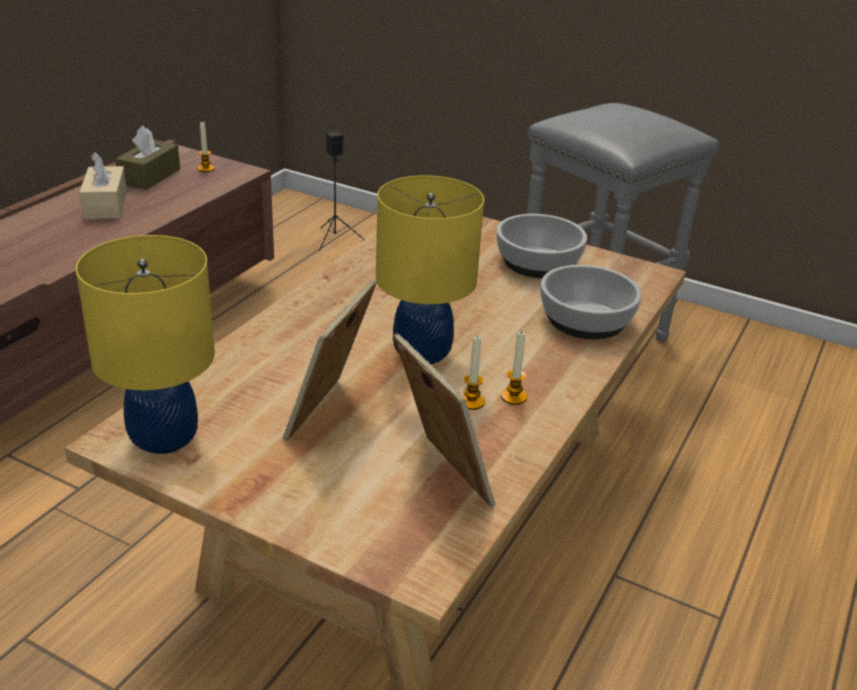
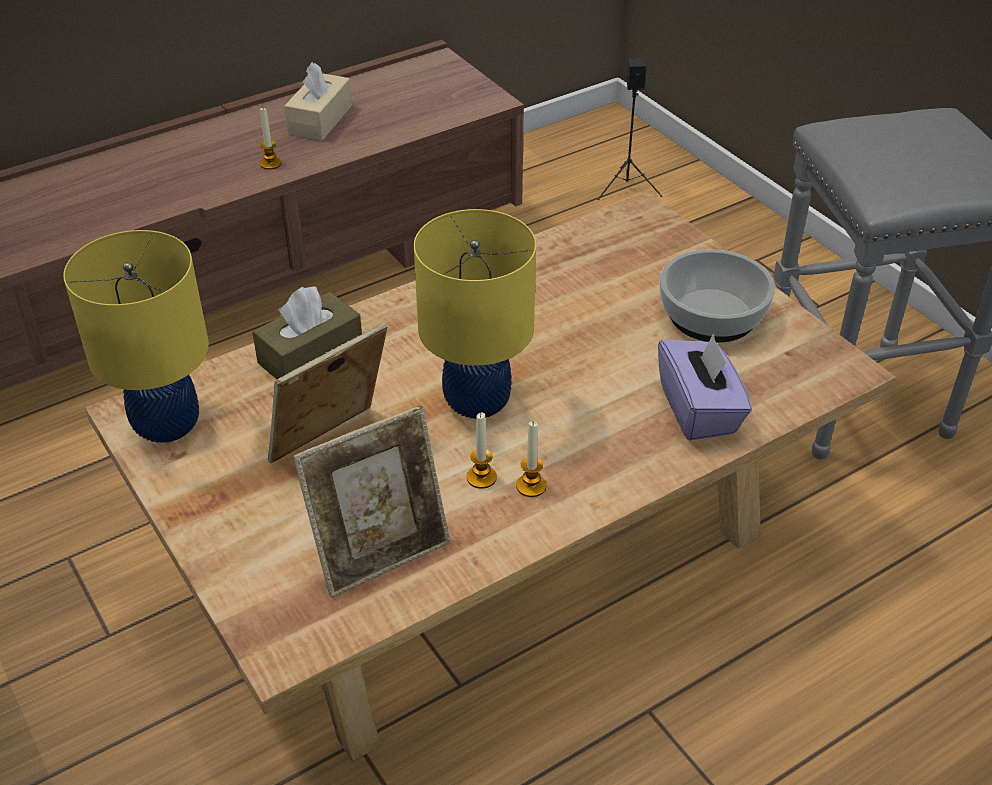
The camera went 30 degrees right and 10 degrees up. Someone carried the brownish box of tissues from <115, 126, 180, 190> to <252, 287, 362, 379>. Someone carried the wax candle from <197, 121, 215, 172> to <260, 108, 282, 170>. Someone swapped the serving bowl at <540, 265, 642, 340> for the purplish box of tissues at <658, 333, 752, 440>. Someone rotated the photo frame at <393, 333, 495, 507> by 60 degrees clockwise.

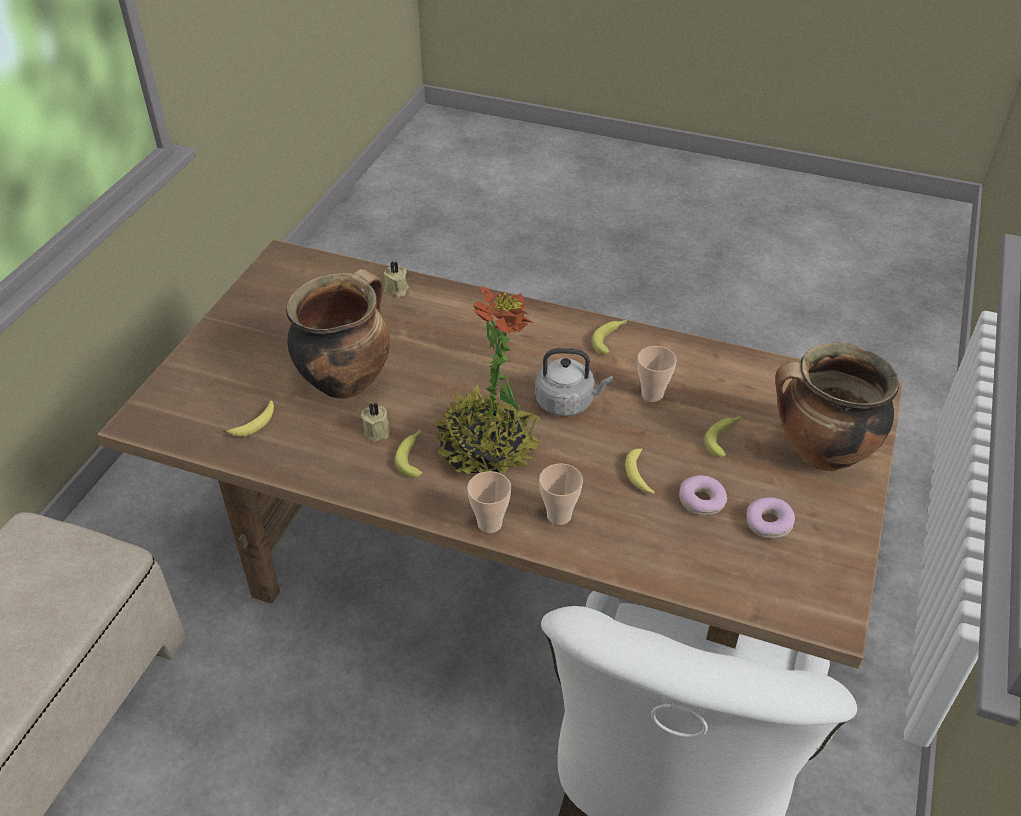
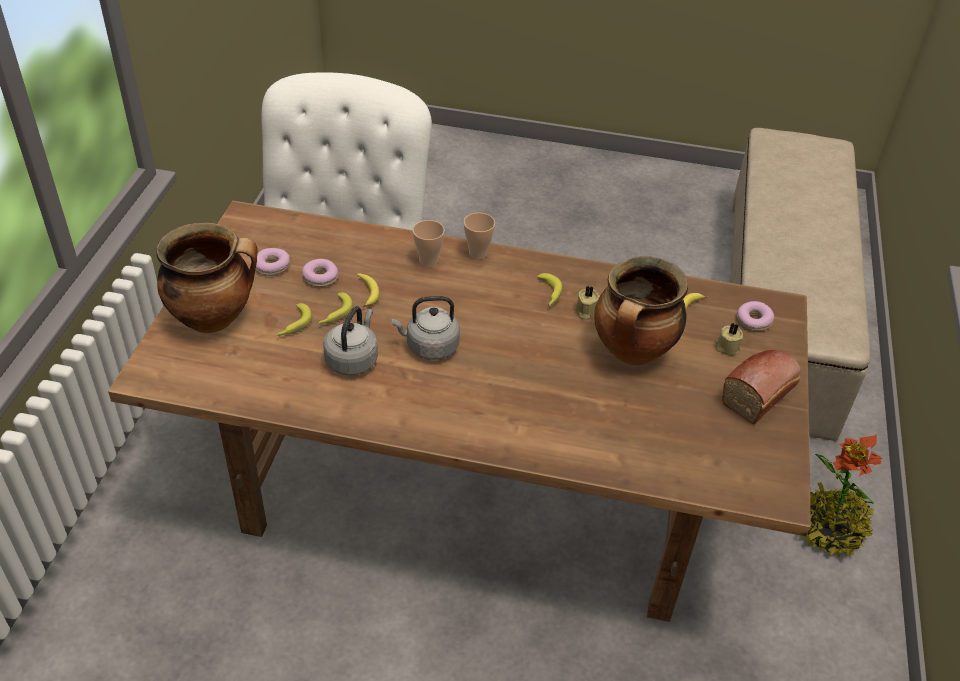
The camera went 170 degrees right and 0 degrees up. Someone put down the bread at <722, 350, 801, 424>. Someone put down the donut at <737, 301, 774, 331>. Someone carried the sand-coloured wax candle from <384, 261, 409, 298> to <716, 323, 743, 355>. Someone carried the plant in a pot from <434, 286, 542, 474> to <799, 434, 883, 557>. Someone carried the whole banana from <591, 320, 627, 354> to <319, 292, 353, 324>. Someone swapped the small cup at <637, 346, 677, 402> for the greyish water kettle at <323, 306, 378, 375>.

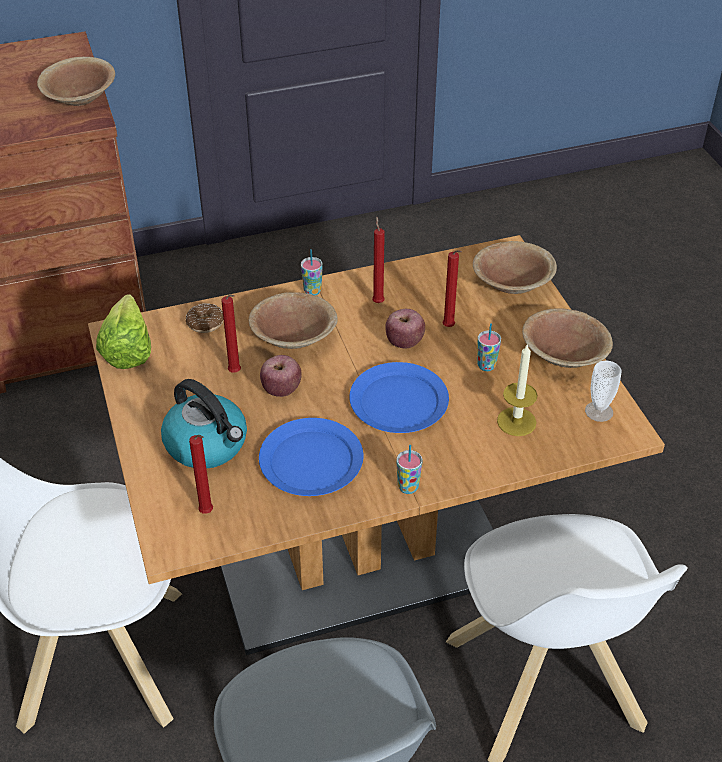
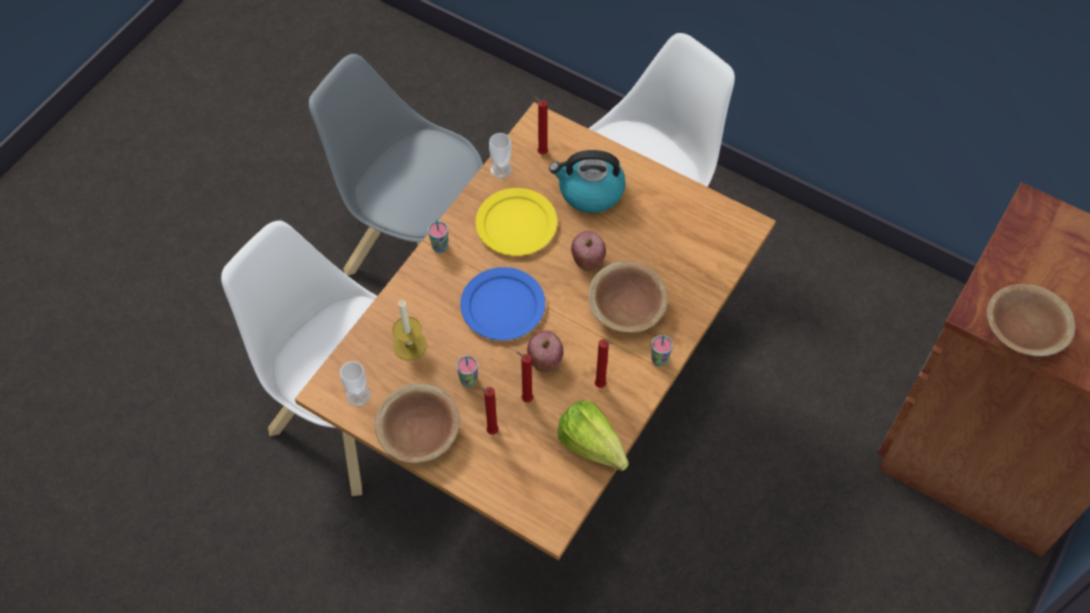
The camera went 140 degrees right and 15 degrees up. Someone took away the donut at <186, 303, 223, 333>. Someone took away the brownish serving bowl at <473, 241, 557, 294>. Someone put down the small cup at <489, 133, 513, 179>. Someone carried the lettuce head from <96, 294, 151, 369> to <558, 400, 629, 471>. Someone carried the reddish wax candle from <221, 295, 241, 372> to <478, 386, 499, 435>. Someone repainted the blue dinner plate at <259, 418, 363, 496>, which became the yellow-coloured dinner plate at <476, 188, 557, 256>.

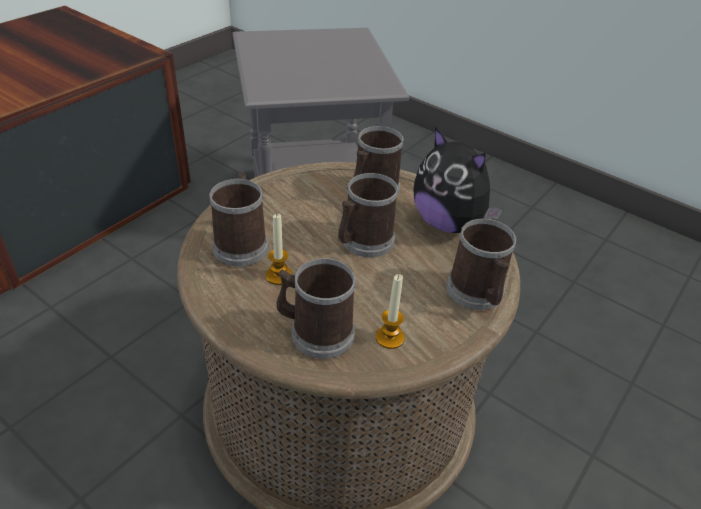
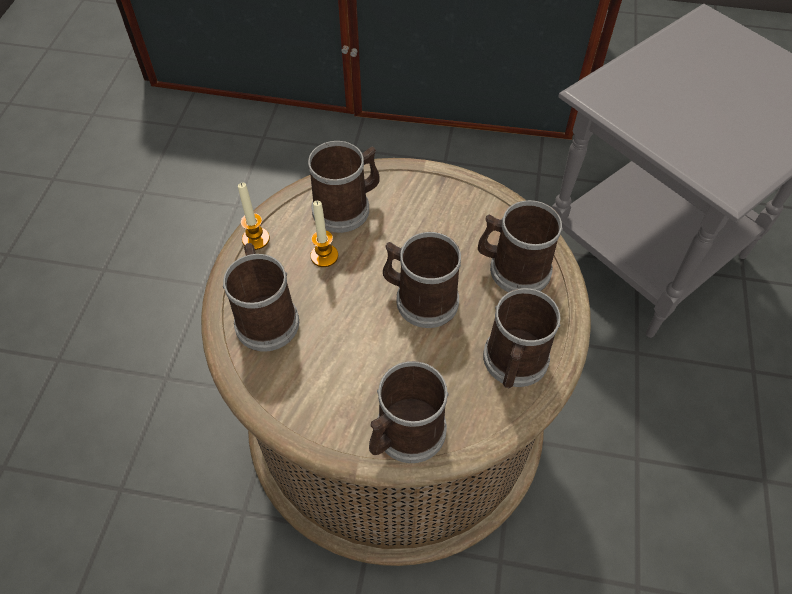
The camera went 65 degrees right and 15 degrees up. Someone carried the wax candle from <375, 274, 405, 349> to <238, 183, 270, 250>. Someone swapped the soft toy at <413, 127, 503, 233> for the coffee mug at <483, 288, 561, 388>.

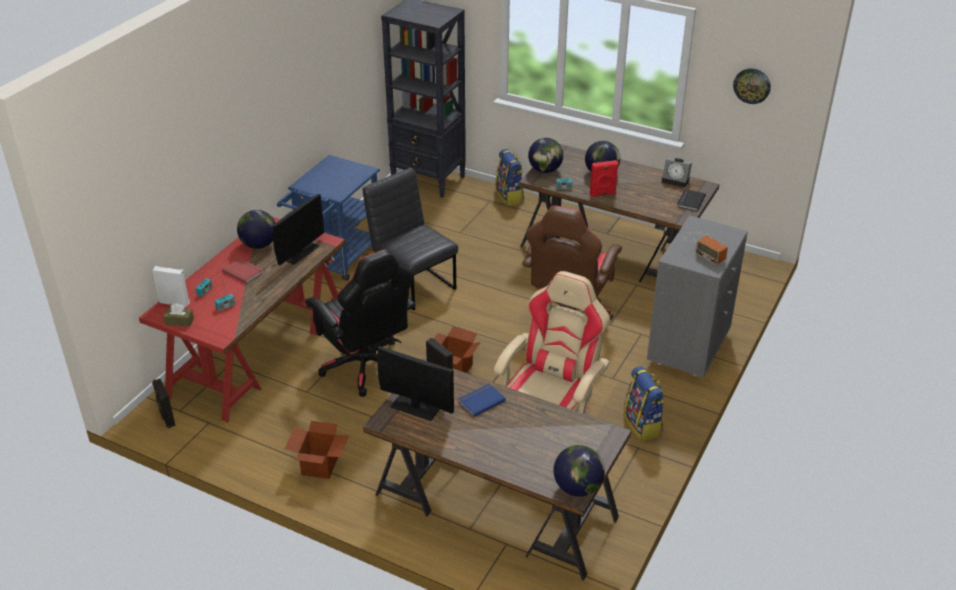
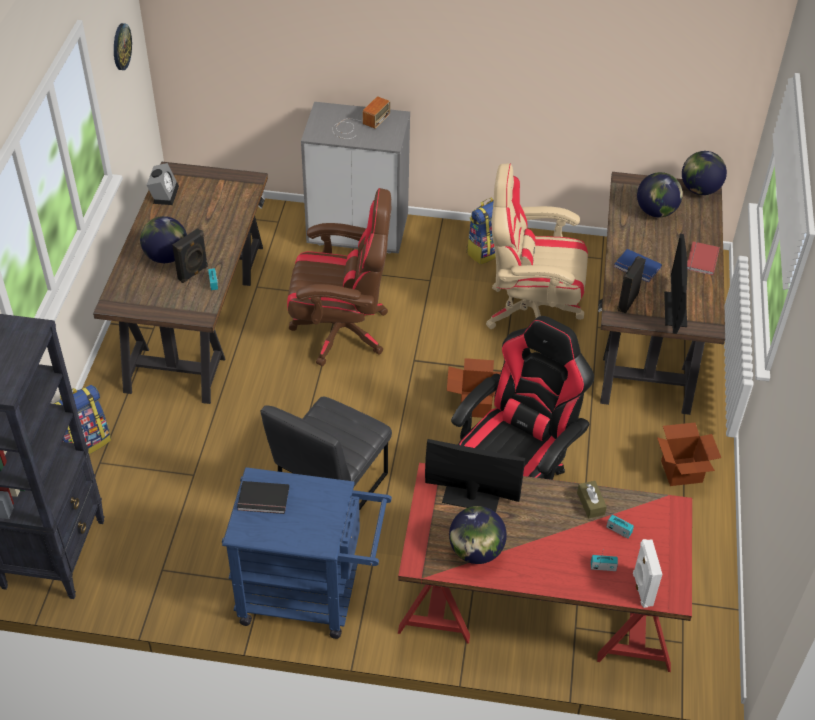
The camera went 110 degrees left and 10 degrees up. Someone took away the reddish audio speaker at <590, 160, 619, 197>. Someone carried the black-coloured audio speaker from <152, 379, 175, 428> to <172, 228, 208, 283>. Someone carried the brownish box of tissues from <163, 304, 194, 326> to <577, 481, 607, 518>. Someone carried the reddish volume from <222, 258, 263, 283> to <687, 242, 720, 275>. Someone carried the world globe from <528, 138, 563, 173> to <637, 172, 683, 217>. Someone carried the black-coloured volume from <676, 189, 706, 211> to <237, 481, 289, 514>.

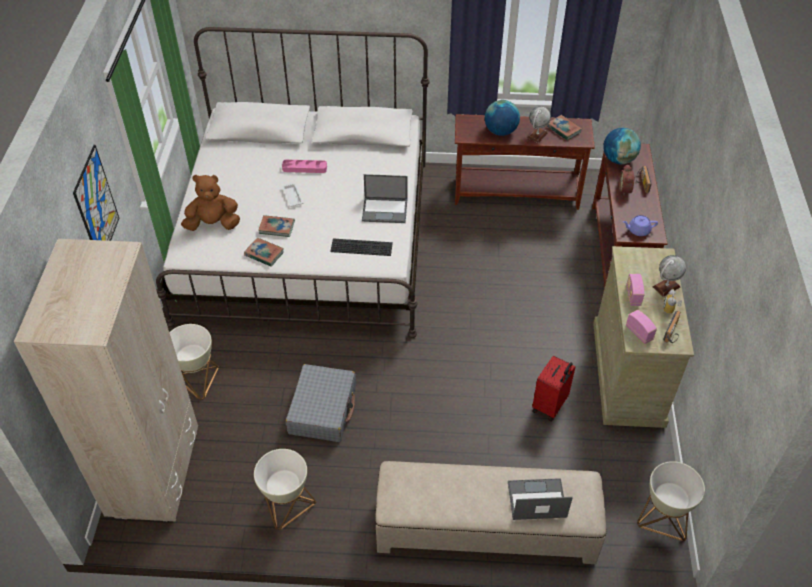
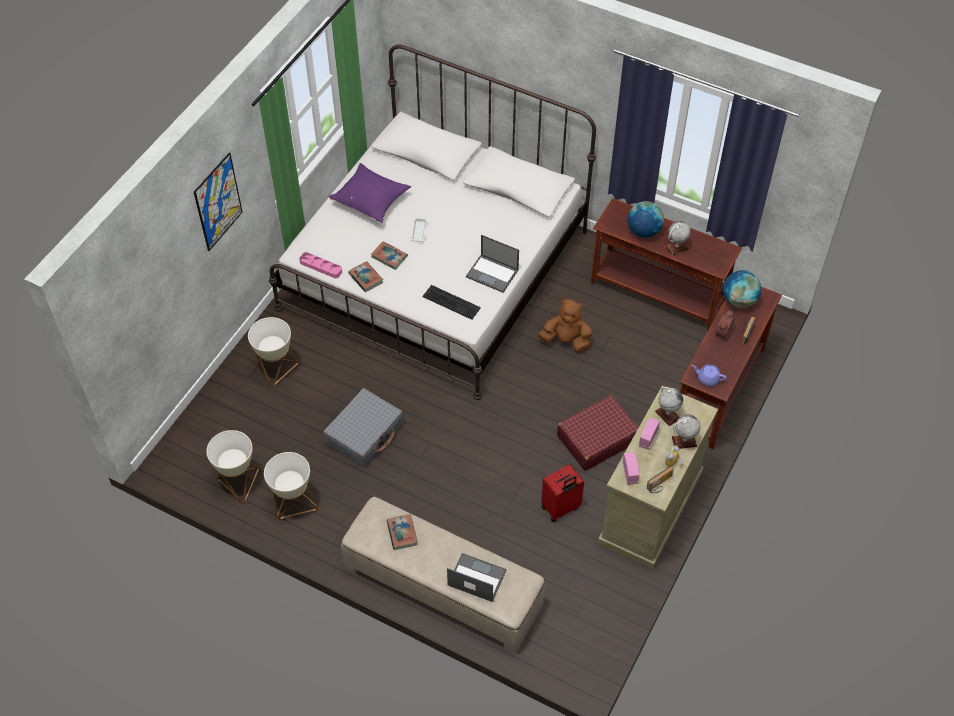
The camera went 25 degrees right and 5 degrees up. Someone took away the sand-coloured clothes cupboard at <14, 239, 198, 521>. Someone put down the purplish cushion at <329, 163, 411, 223>. Someone put down the reddish suitcase at <557, 395, 639, 471>. Someone put down the world globe at <655, 387, 683, 426>. Someone carried the brownish soft toy from <181, 175, 240, 231> to <538, 298, 593, 352>. Someone carried the pink tray from <282, 160, 327, 173> to <299, 252, 342, 278>. Someone carried the volume from <547, 115, 582, 140> to <387, 514, 418, 550>. Someone carried the flower pot from <637, 461, 705, 541> to <206, 430, 259, 504>.

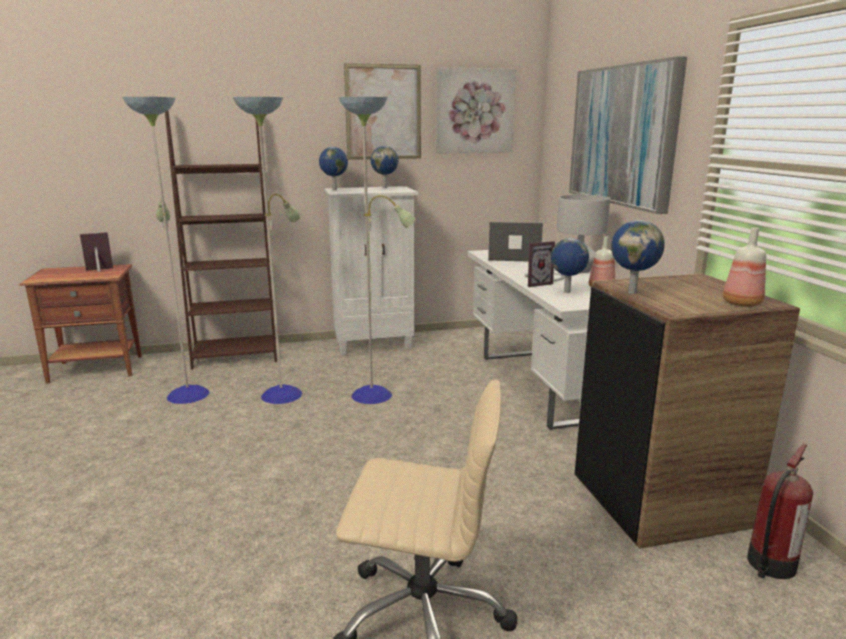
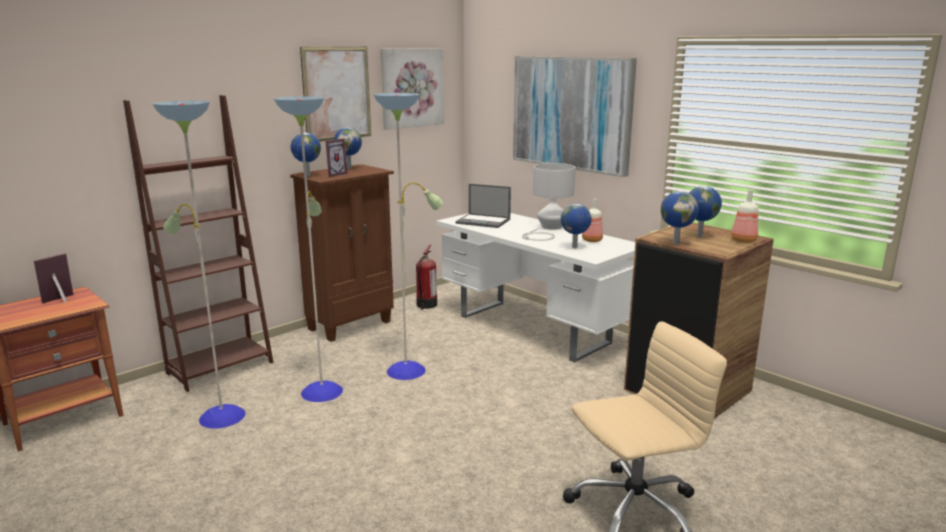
The camera went 30 degrees left and 0 degrees up. Someone put down the world globe at <689, 186, 722, 237>. Someone carried the photo frame from <528, 241, 555, 287> to <326, 138, 347, 177>. Someone carried the extinguisher from <747, 443, 813, 579> to <416, 244, 437, 310>. Someone repainted the white storage cabinet at <324, 186, 418, 355>, which became the brownish storage cabinet at <290, 165, 394, 342>. Someone rotated the laptop at <488, 222, 543, 262> by 135 degrees counterclockwise.

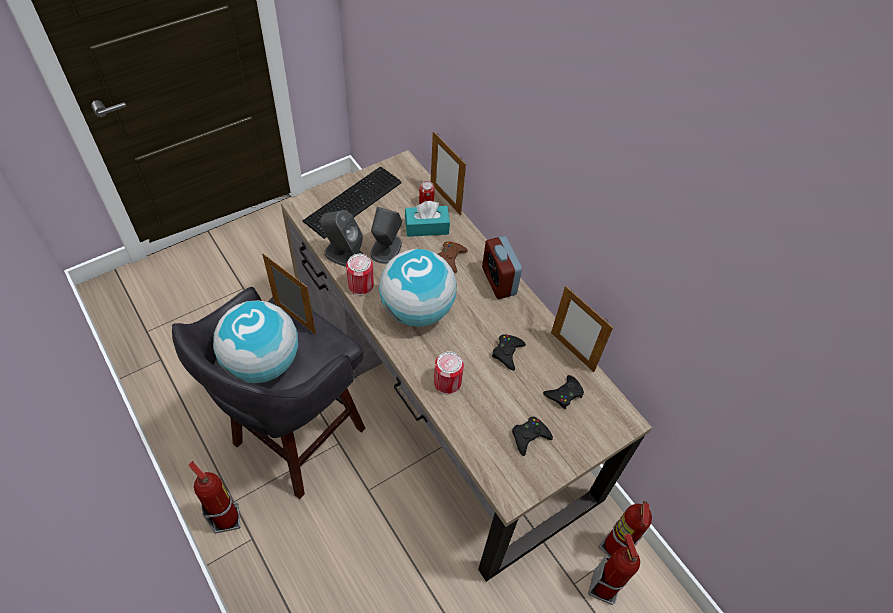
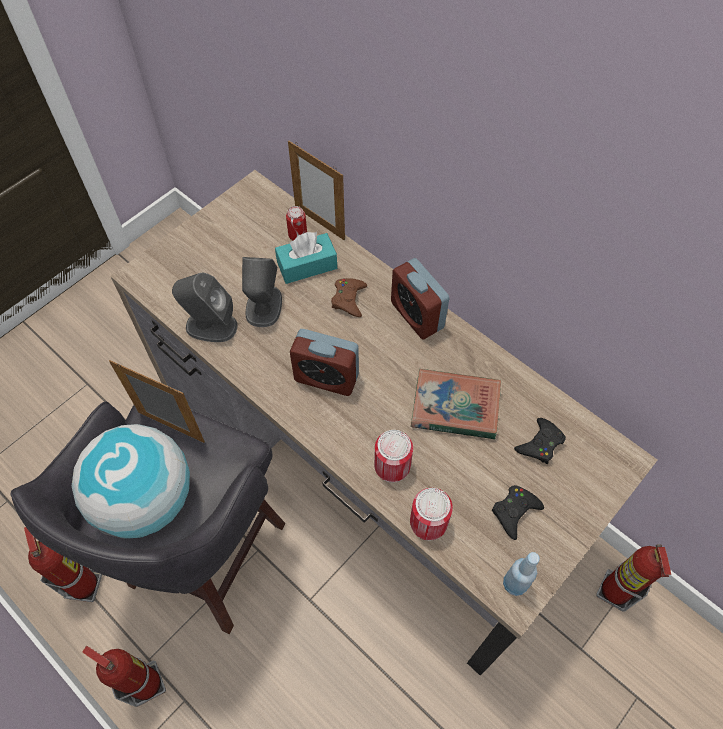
The camera went 10 degrees left and 5 degrees up. Someone took away the PC keyboard at <302, 167, 402, 239>. Someone took away the photo frame at <551, 286, 613, 372>. Someone put down the blue bottle at <503, 552, 540, 596>. Someone carried the sealed can from <346, 254, 374, 295> to <410, 488, 453, 541>. Someone carried the extinguisher from <588, 533, 640, 605> to <24, 527, 102, 602>. Someone swapped the world globe at <379, 249, 457, 327> for the bedside clock at <290, 329, 359, 396>. Someone swapped the black-coloured game controller at <492, 334, 526, 370> for the volume at <411, 369, 501, 439>.

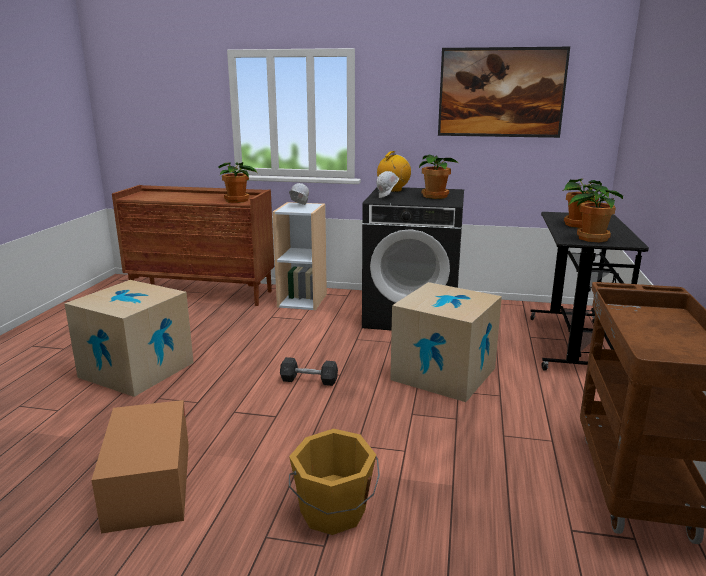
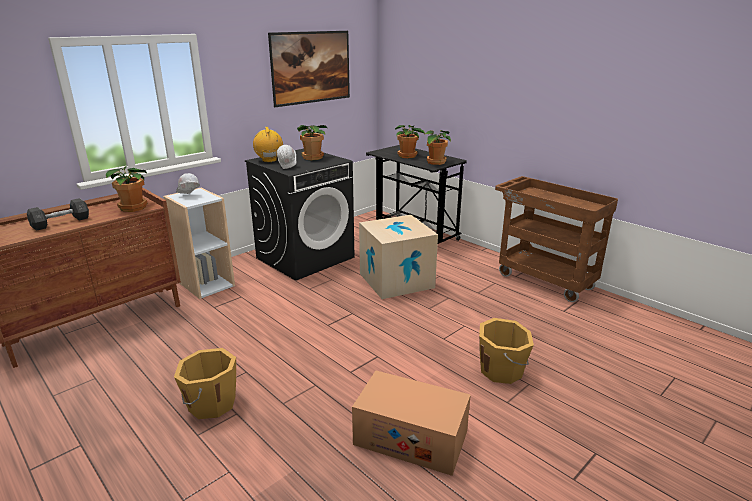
The camera went 55 degrees left and 5 degrees up. Someone carried the greyish hand weight from <280, 357, 338, 386> to <27, 198, 89, 231>. Someone swapped the cardboard box at <64, 280, 194, 397> for the orange water bucket at <174, 348, 236, 419>.

